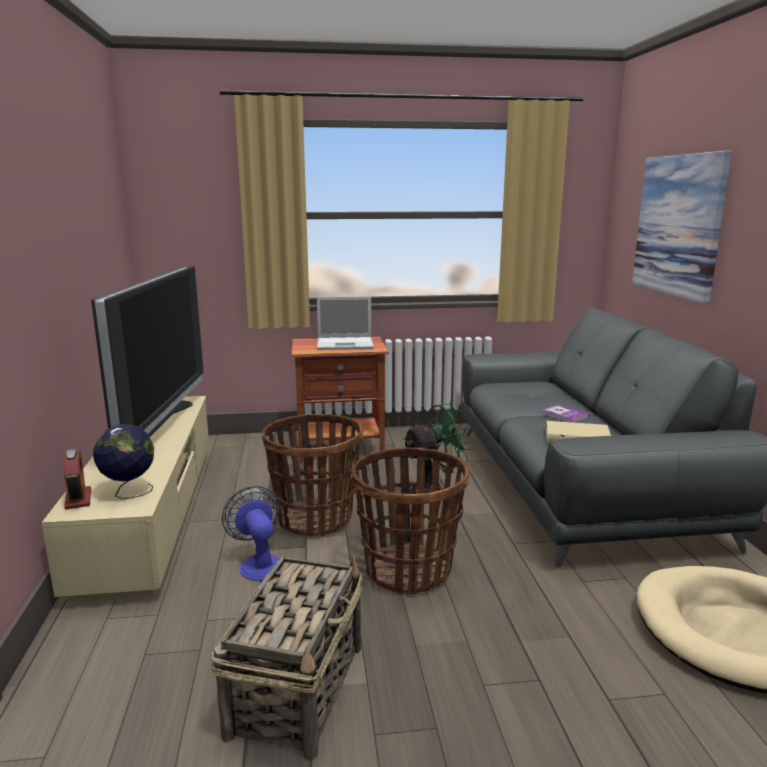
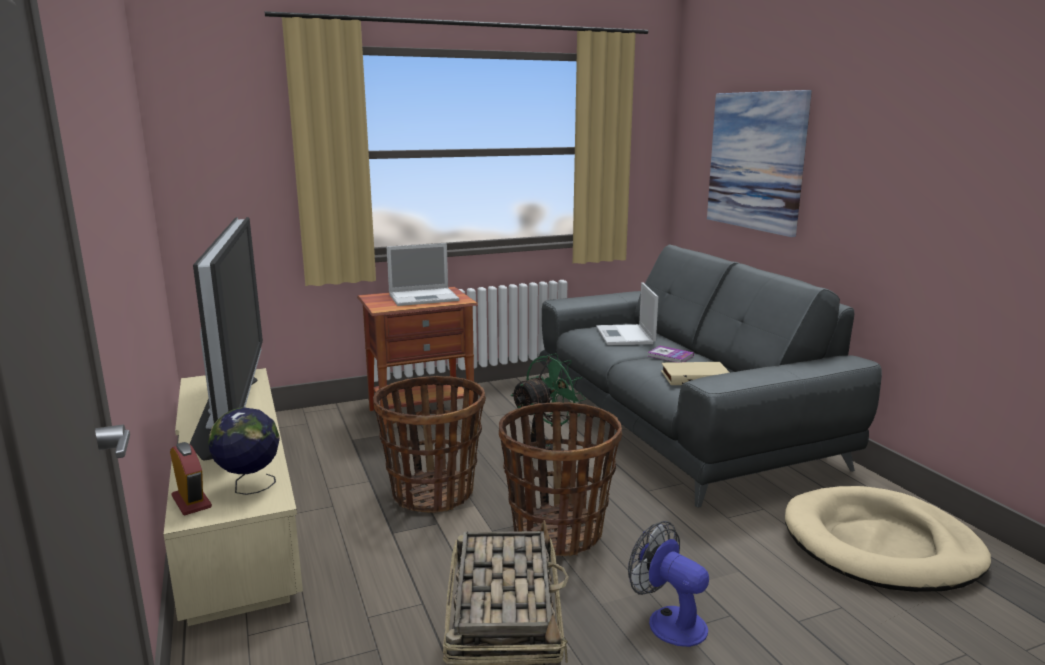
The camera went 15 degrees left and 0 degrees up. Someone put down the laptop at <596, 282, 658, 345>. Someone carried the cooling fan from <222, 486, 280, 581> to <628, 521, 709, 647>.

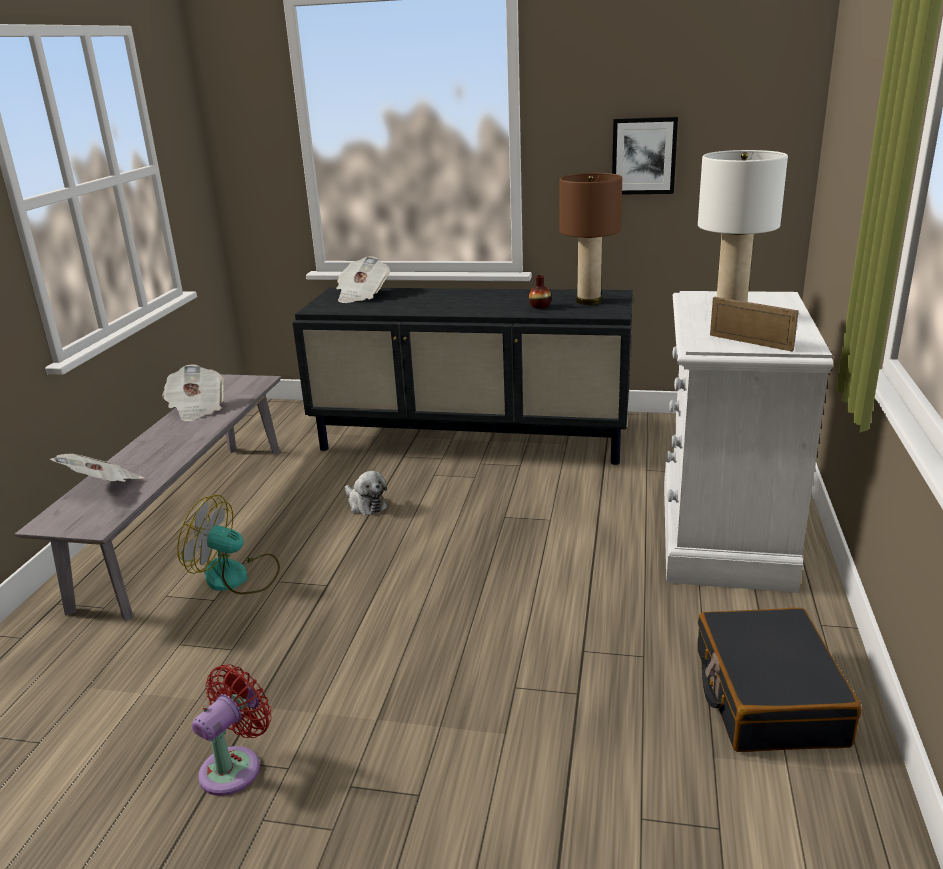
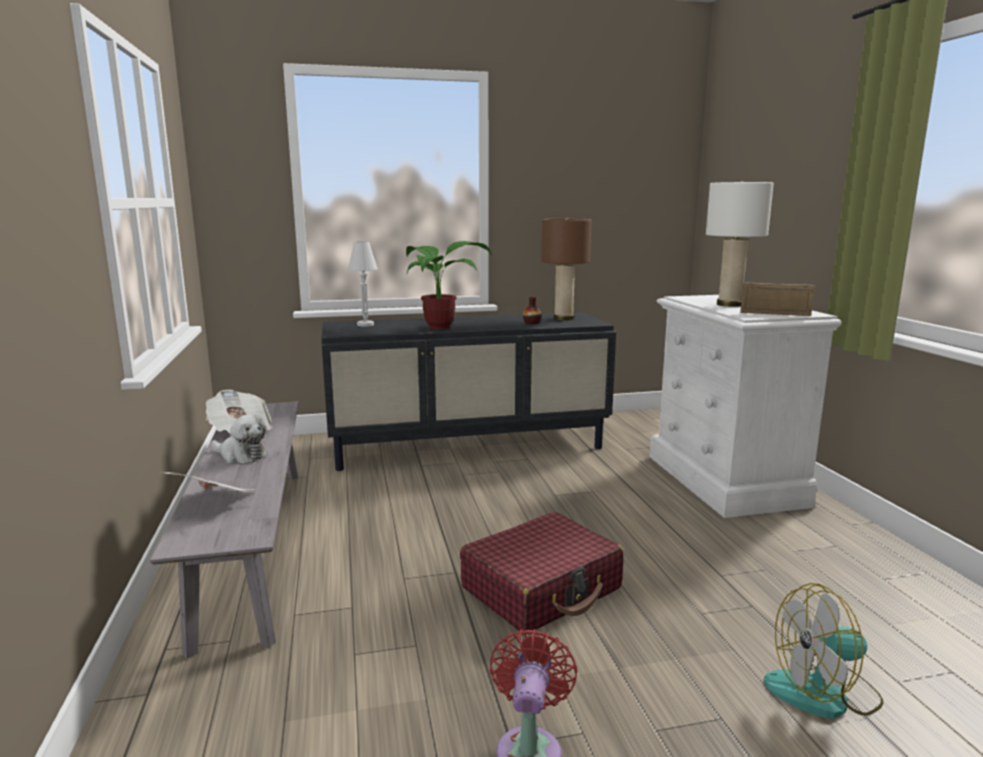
The camera went 25 degrees left and 10 degrees down. Someone took away the wall art at <612, 117, 678, 194>. Someone took away the black-coloured suitcase at <698, 608, 861, 752>. Someone put down the plant in a pot at <406, 241, 492, 330>. Someone put down the reddish suitcase at <460, 512, 624, 631>. Someone carried the cooling fan from <177, 495, 280, 594> to <764, 583, 884, 719>. Someone carried the soft toy from <345, 471, 387, 515> to <211, 414, 268, 464>. Someone swapped the printed paper at <336, 256, 390, 303> for the white tabletop lamp at <348, 241, 378, 326>.

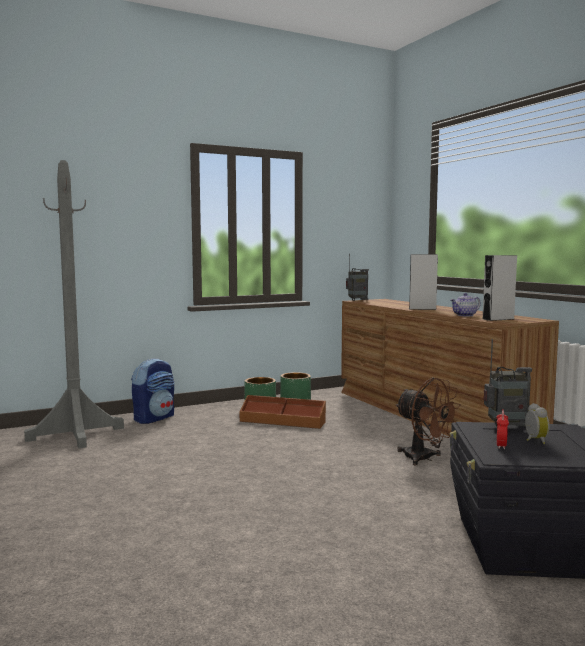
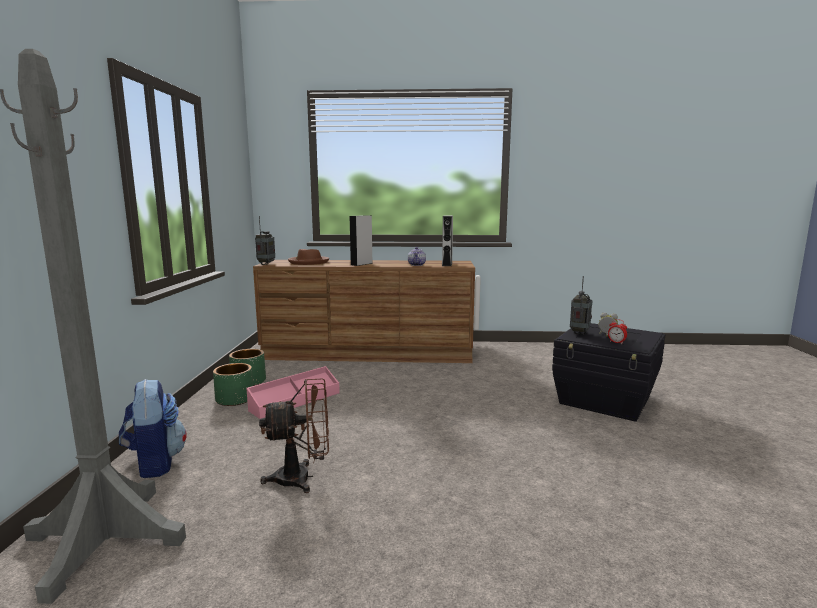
The camera went 60 degrees left and 5 degrees up. Someone put down the brownish clothing hat at <288, 249, 329, 265>. Someone carried the brownish cooling fan from <395, 377, 461, 466> to <259, 378, 329, 493>. Someone repainted the brownish storage container at <240, 395, 326, 429>, which became the pink storage container at <246, 366, 340, 419>.

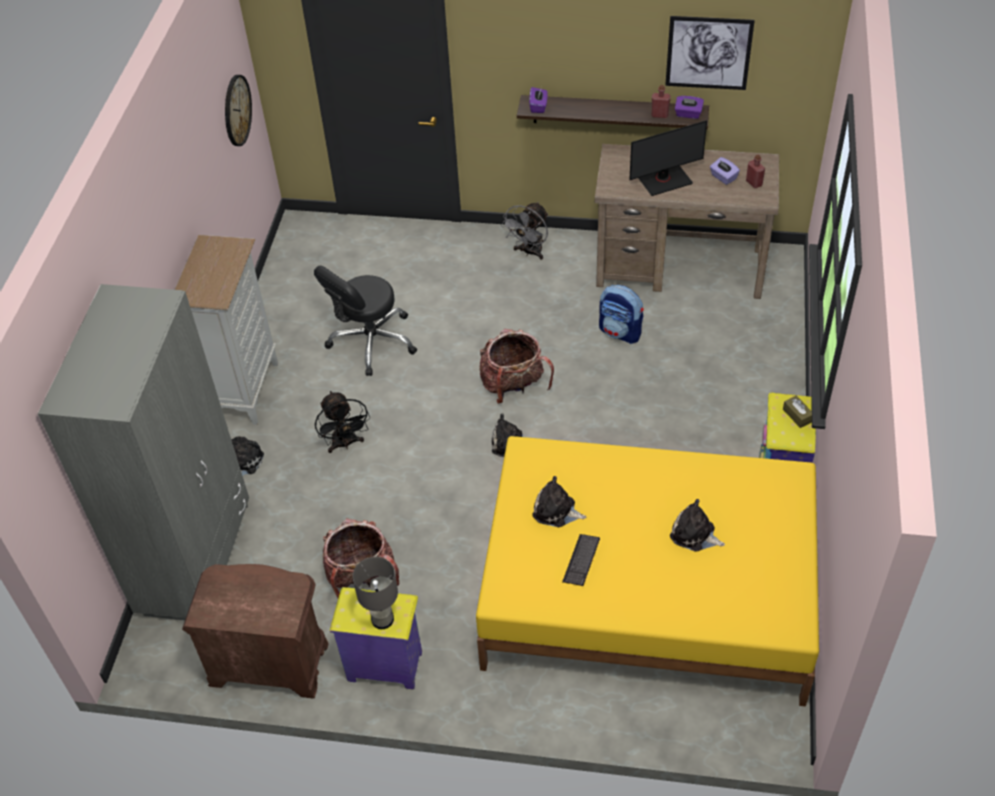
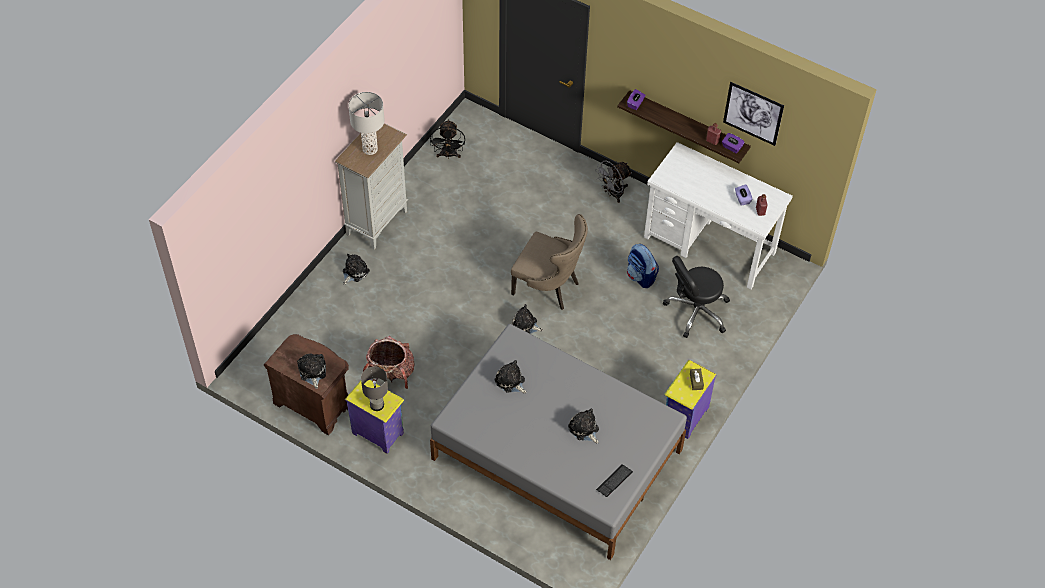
The camera went 20 degrees right and 5 degrees up. Someone took away the greyish clothes cupboard at <38, 284, 249, 620>. Someone took away the wall clock at <225, 75, 252, 146>. Someone took away the monitor at <629, 120, 707, 196>. Someone put down the soft toy at <297, 353, 326, 389>. Someone put down the white tabletop lamp at <348, 92, 385, 155>. Someone carried the black-coloured office chair from <314, 266, 417, 376> to <663, 256, 730, 338>. Someone carried the black-coloured cooling fan from <315, 391, 370, 453> to <430, 119, 465, 159>. Someone carried the PC keyboard from <562, 534, 600, 586> to <596, 464, 633, 497>. Someone swapped the knapsack at <480, 329, 554, 404> for the sand-coloured plain chair at <511, 214, 588, 310>. Someone repainted the yellow-coloured sleeping bed at <476, 436, 819, 707>, which became the greyish sleeping bed at <430, 324, 687, 560>. Someone repainted the brownish desk at <595, 144, 779, 299>, which became the white desk at <644, 142, 793, 290>.

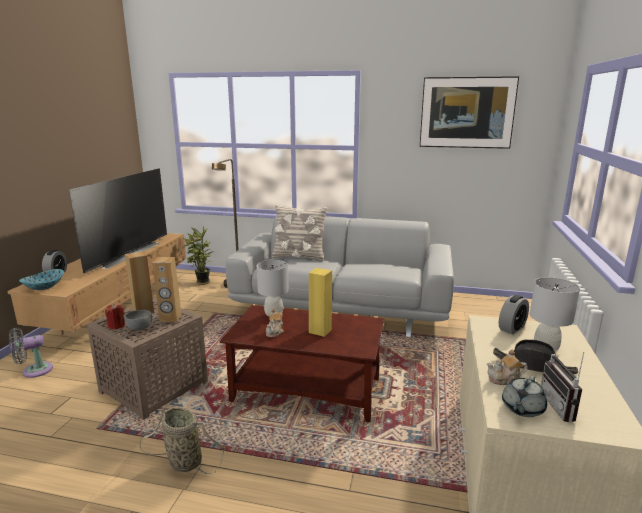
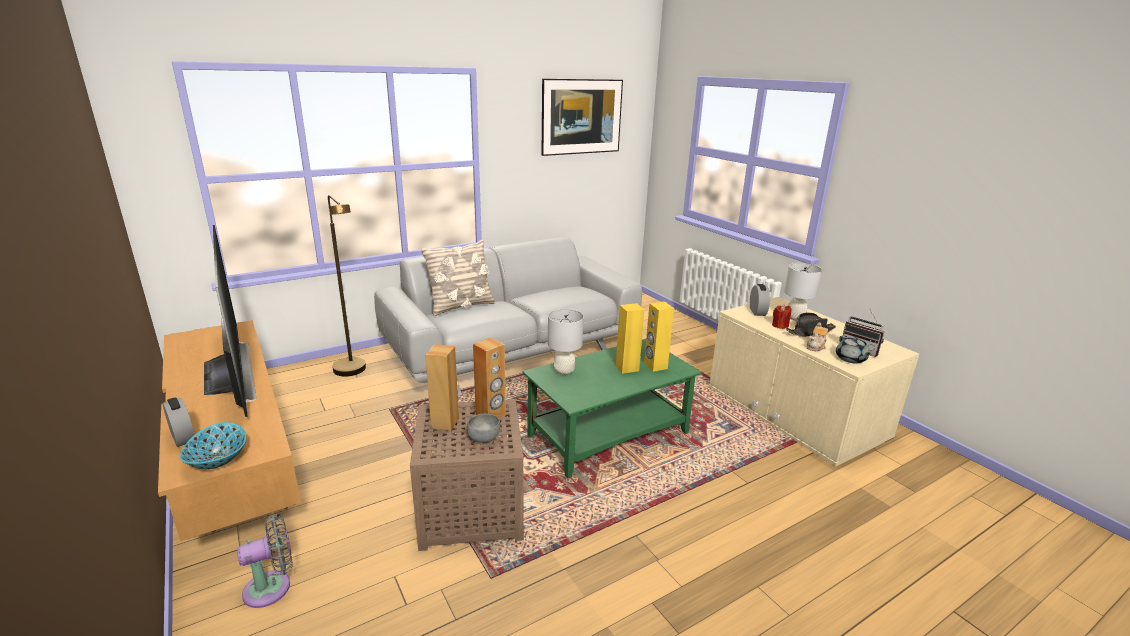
The camera went 45 degrees left and 5 degrees up. Someone took away the storage basket at <139, 407, 225, 474>. Someone took away the plant in a pot at <183, 226, 214, 285>. Someone took away the pot for tea at <266, 308, 284, 337>. Someone put down the yellow-coloured audio speaker at <644, 301, 674, 372>. Someone carried the reddish wax candle from <105, 304, 125, 329> to <772, 305, 791, 329>. Someone repainted the brownish lounge table at <220, 305, 385, 422>, which became the green lounge table at <522, 339, 702, 478>. Someone rotated the greyish cooling fan at <9, 328, 53, 378> by 135 degrees counterclockwise.

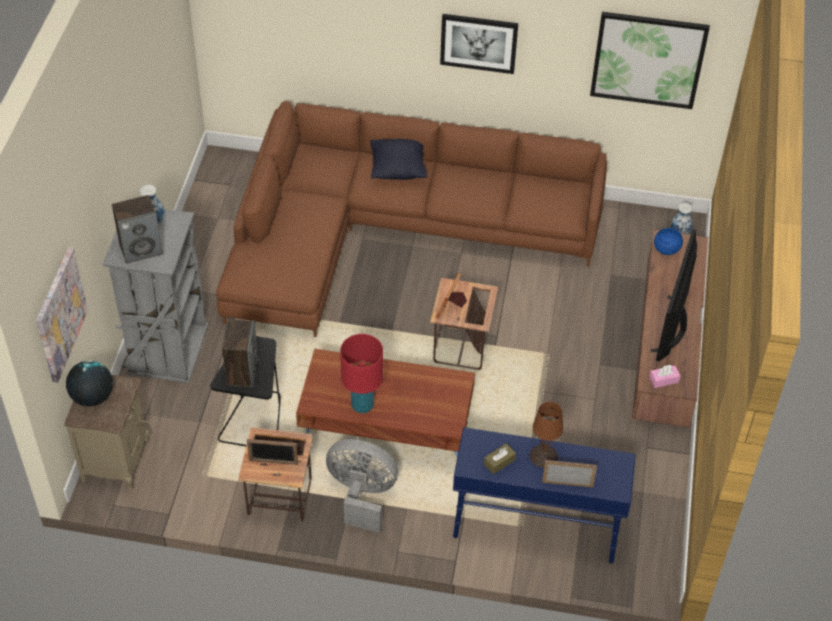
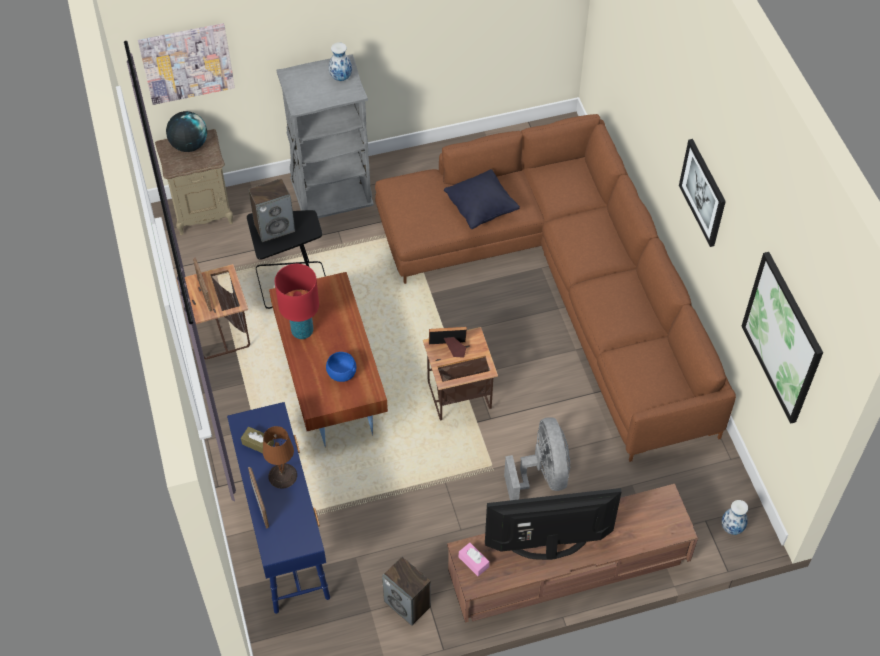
The camera went 65 degrees right and 5 degrees up. Someone carried the audio speaker from <112, 195, 163, 264> to <382, 557, 431, 626>. Someone carried the greyish cooling fan from <326, 439, 398, 533> to <504, 417, 570, 500>. Someone carried the black-coloured cushion from <370, 139, 428, 180> to <444, 169, 520, 229>. Someone carried the blue serving bowl from <654, 228, 683, 255> to <326, 352, 356, 382>.

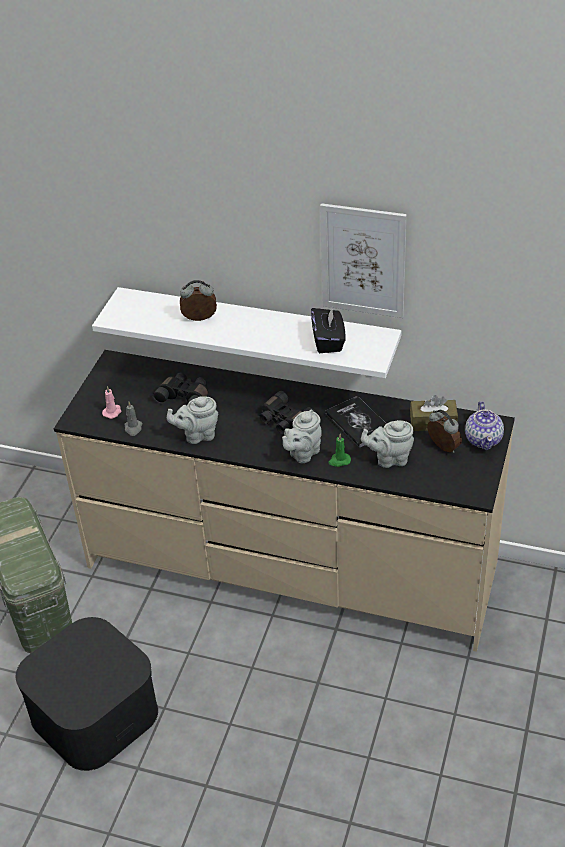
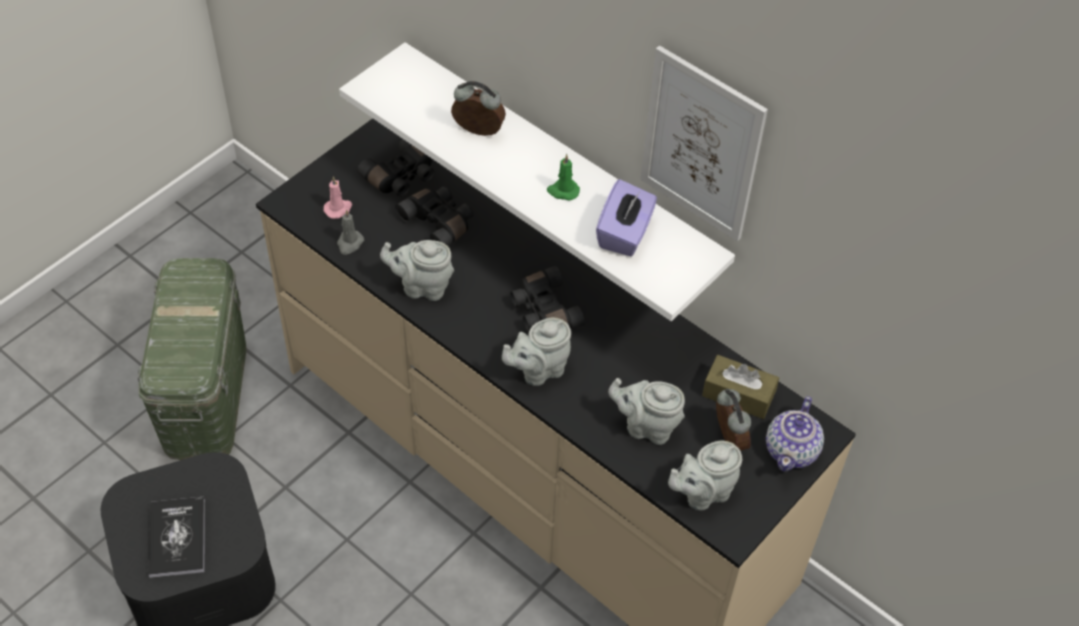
The camera went 20 degrees right and 10 degrees up. Someone put down the black-coloured field glasses at <357, 139, 435, 196>. Someone put down the greyish pot for tea at <668, 440, 742, 510>. Someone carried the volume from <325, 396, 386, 448> to <148, 496, 205, 578>. Someone carried the green wax candle from <328, 434, 351, 467> to <547, 154, 580, 201>. Someone repainted the black-coloured box of tissues at <311, 305, 345, 353>, which became the purplish box of tissues at <596, 179, 657, 256>.

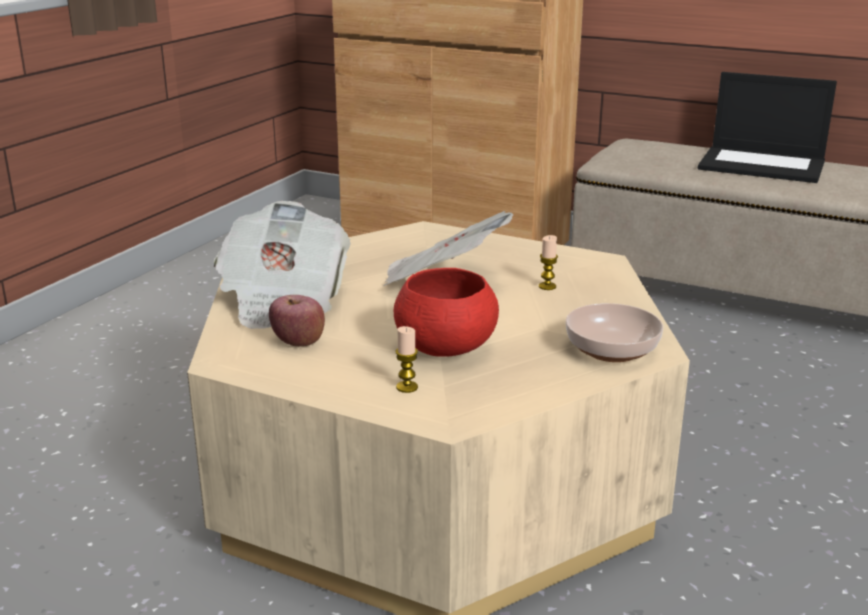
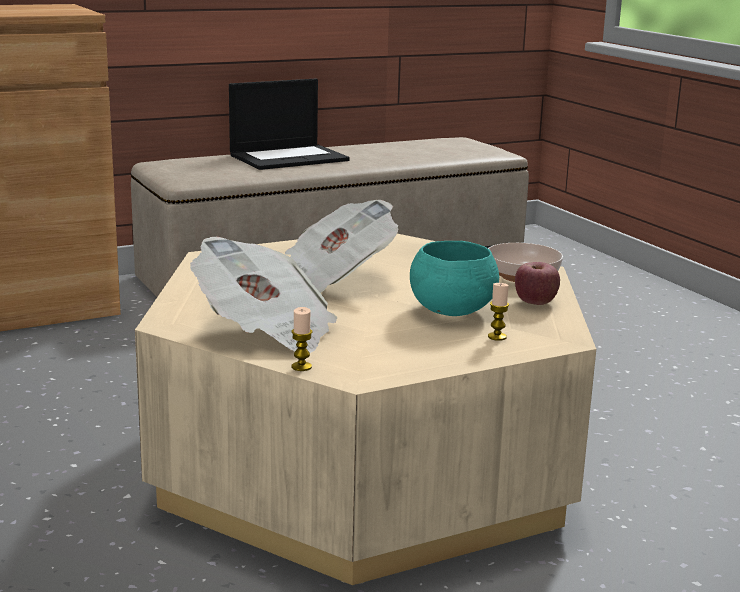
The camera went 55 degrees left and 5 degrees down. Someone carried the apple fruit from <269, 295, 325, 346> to <515, 262, 560, 305>. Someone carried the wax candle from <539, 235, 558, 290> to <291, 307, 312, 371>. Someone repainted the reddish serving bowl at <394, 268, 499, 357>, which became the blue-green serving bowl at <410, 241, 499, 316>.

